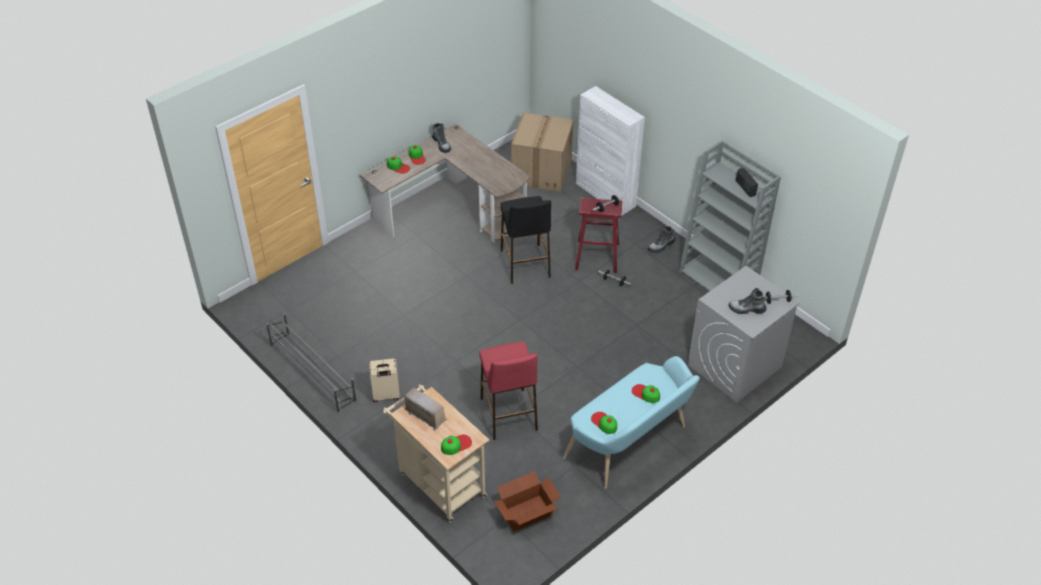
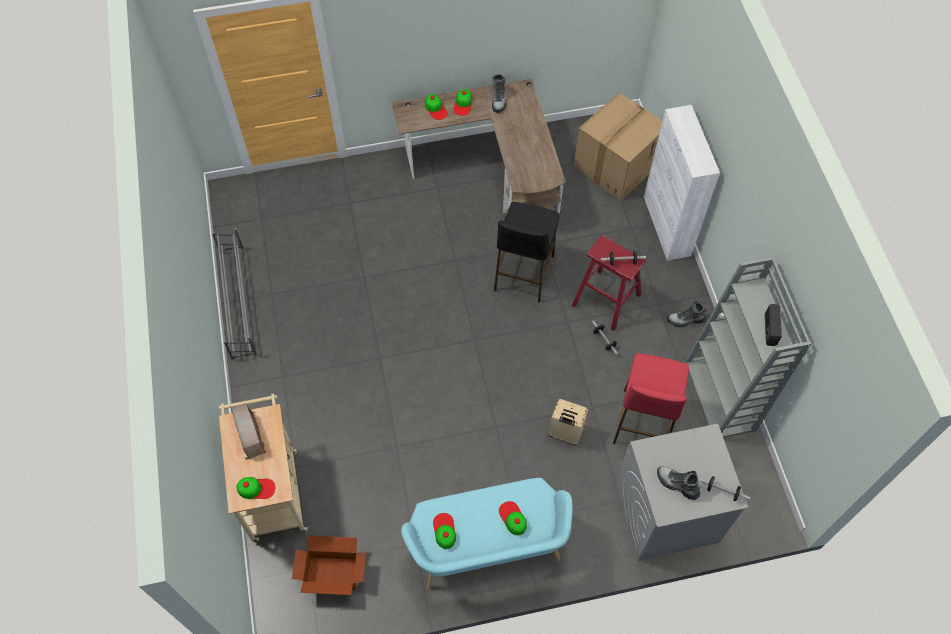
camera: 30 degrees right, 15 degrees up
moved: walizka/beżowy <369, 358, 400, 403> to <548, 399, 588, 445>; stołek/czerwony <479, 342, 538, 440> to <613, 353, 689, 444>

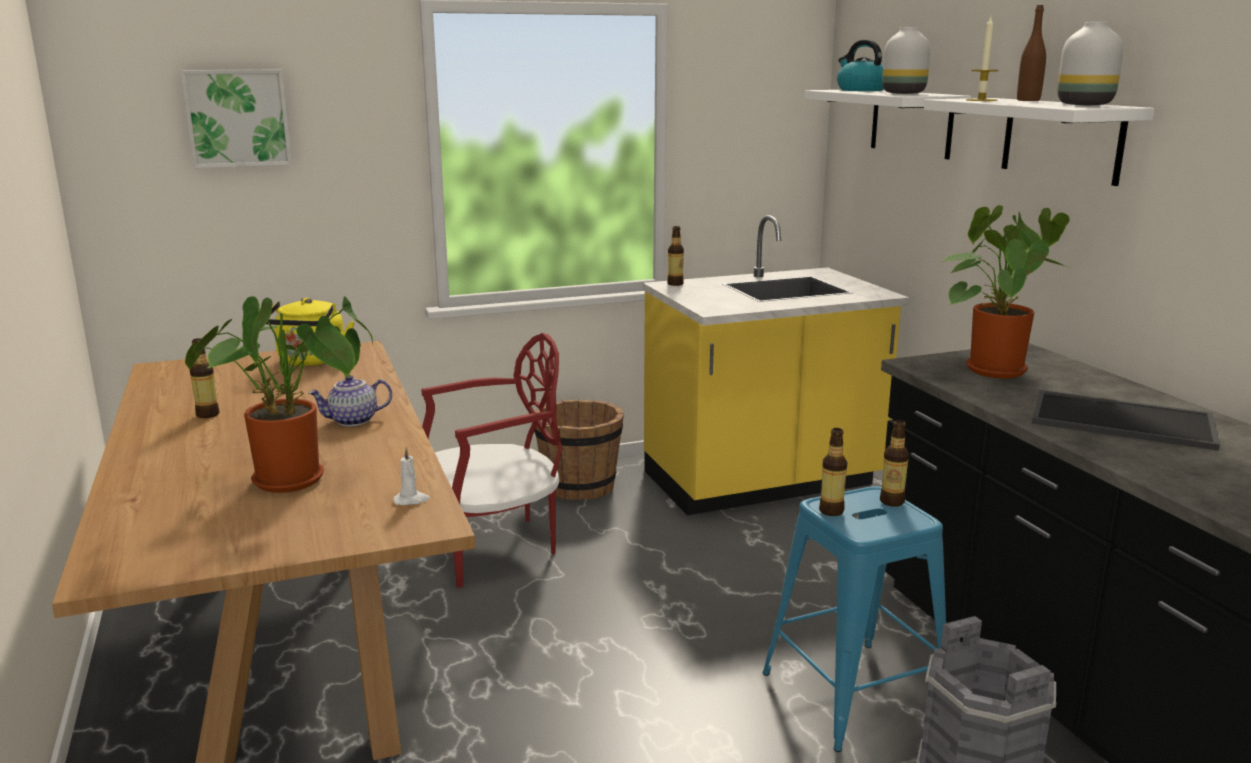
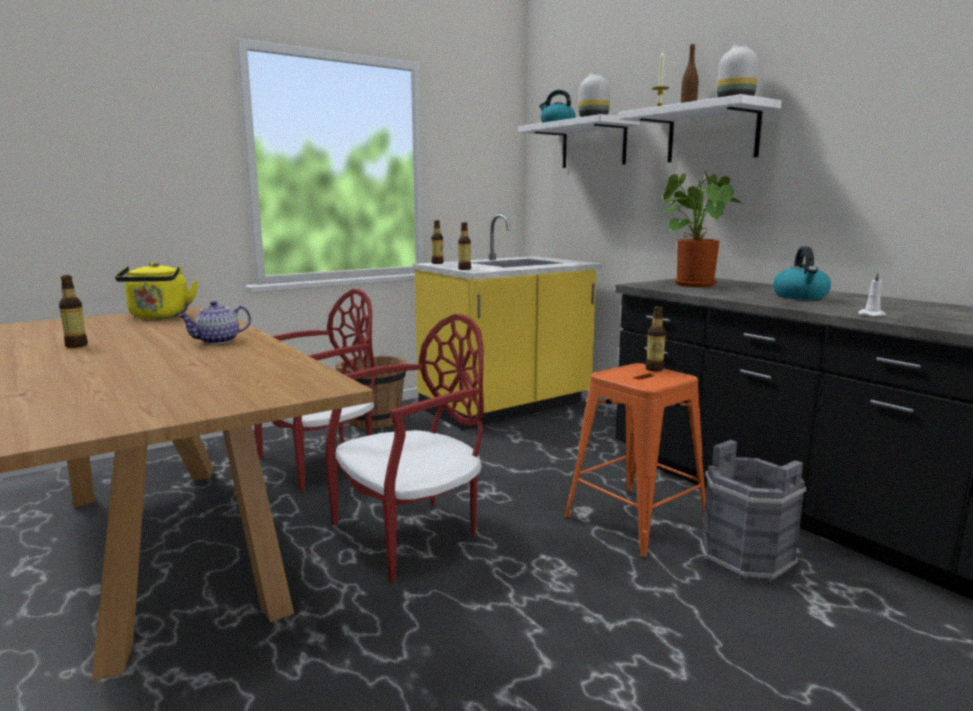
camera: 15 degrees left, 5 degrees down
removed: obraz <181, 70, 292, 168>; roślina doniczkowa <185, 296, 373, 493>
added: krzesło/czerwony <325, 314, 484, 583>
moved: butelka <819, 428, 847, 516> to <458, 222, 471, 270>; świeca/biały <393, 447, 430, 505> to <858, 272, 886, 317>
replaced: taca <1032, 390, 1220, 451> to czajnik <773, 247, 831, 300>
recoloured: stołek/niebieski <762, 486, 946, 752> to stołek/pomarańczowy <565, 363, 706, 558>

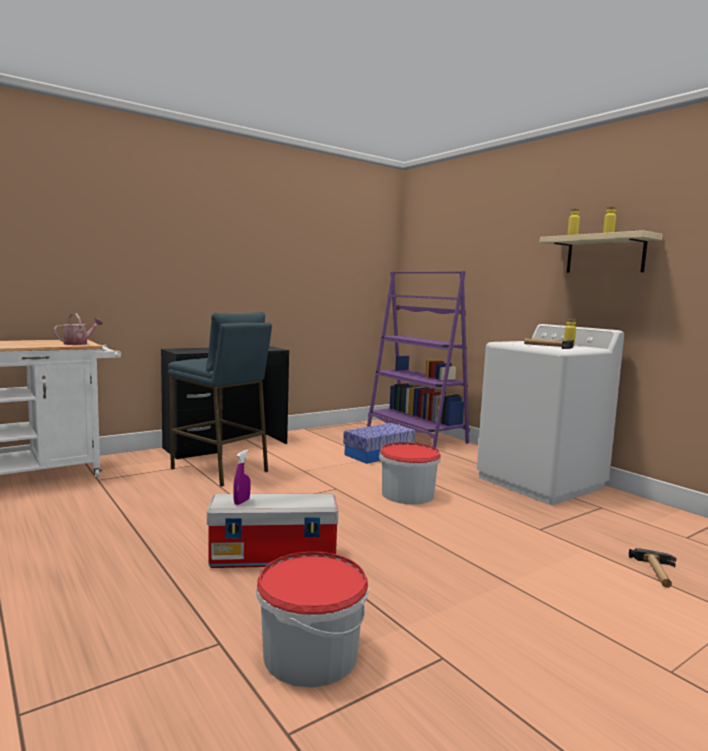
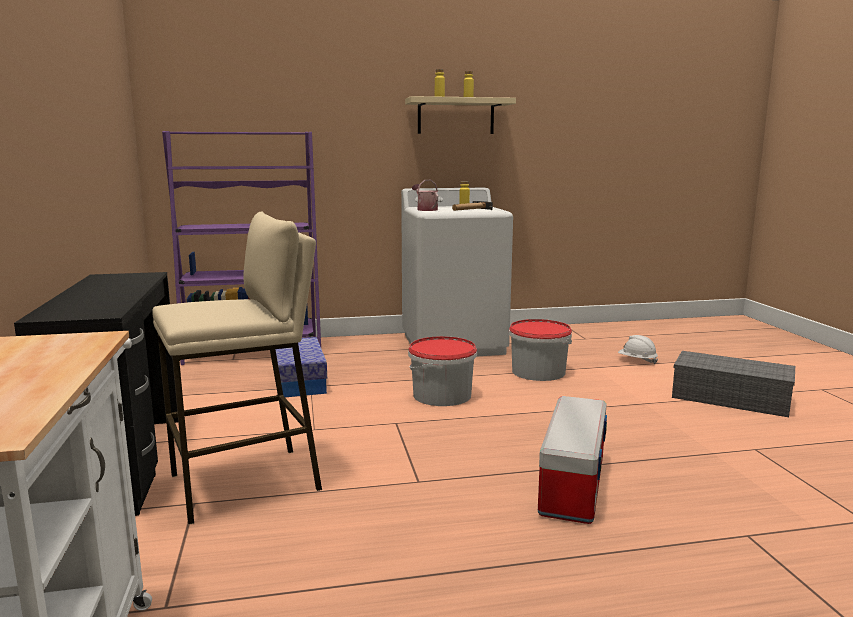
camera: 65 degrees left, 5 degrees up
removed: spryskiwacz/fioletowy <233, 450, 251, 505>
added: pojemnik do przechowywania/szary <672, 351, 795, 417>
moved: konewka <53, 313, 103, 345> to <412, 180, 438, 211>; wiadro <256, 552, 368, 687> to <509, 319, 572, 381>
replaced: młotek <629, 548, 676, 588> to kask/biały <618, 335, 658, 364>
recoloured: stołek/niebieski <168, 312, 272, 486> to stołek/beżowy <152, 211, 322, 525>

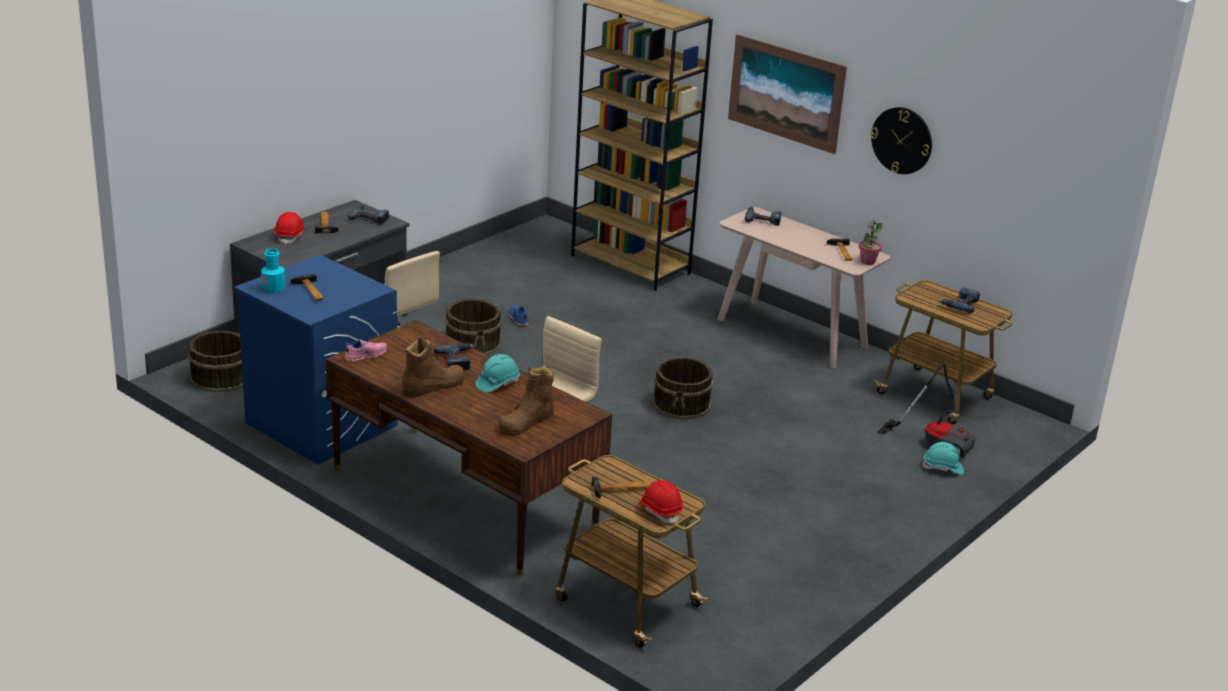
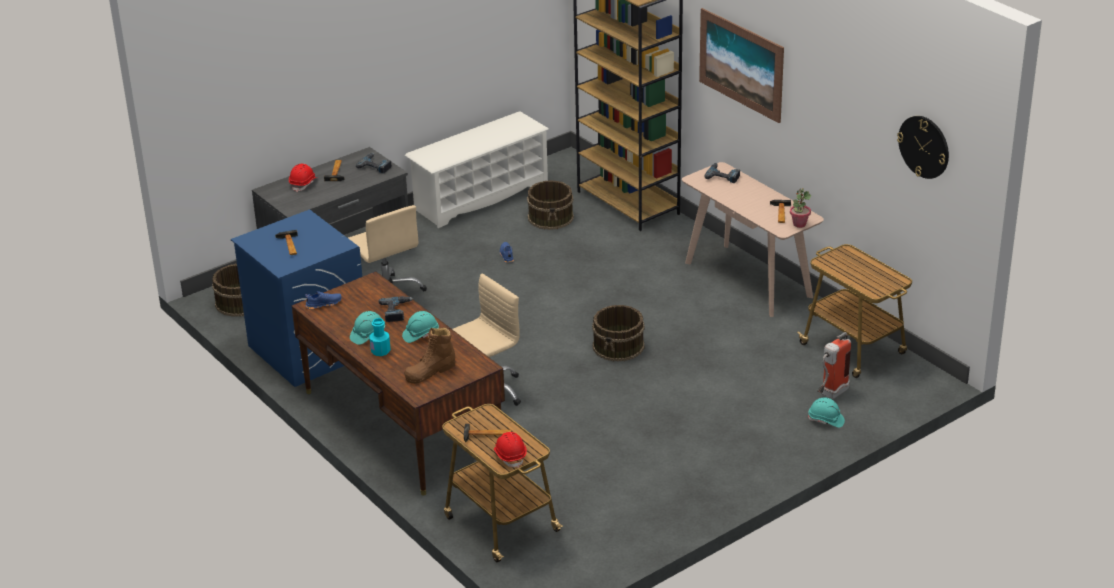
camera: 15 degrees right, 5 degrees up
removed: wiertarka <938, 288, 980, 313>
added: regał na buty/biały <405, 111, 549, 228>
moved: butelka/turkusowy <261, 248, 285, 293> to <369, 318, 391, 356>; wiadro/brązowy <445, 299, 502, 355> to <527, 180, 574, 230>; zegar ścienny <870, 107, 932, 174> to <897, 116, 949, 179>
replaced: but z cholewką/brązowy <402, 338, 465, 398> to kask/turkusowy <350, 311, 385, 345>; odkurzacz <877, 364, 976, 458> to gaśnica <817, 332, 851, 399>
recoloured: but/różowy <344, 339, 387, 362> to but/niebieski <305, 291, 342, 310>

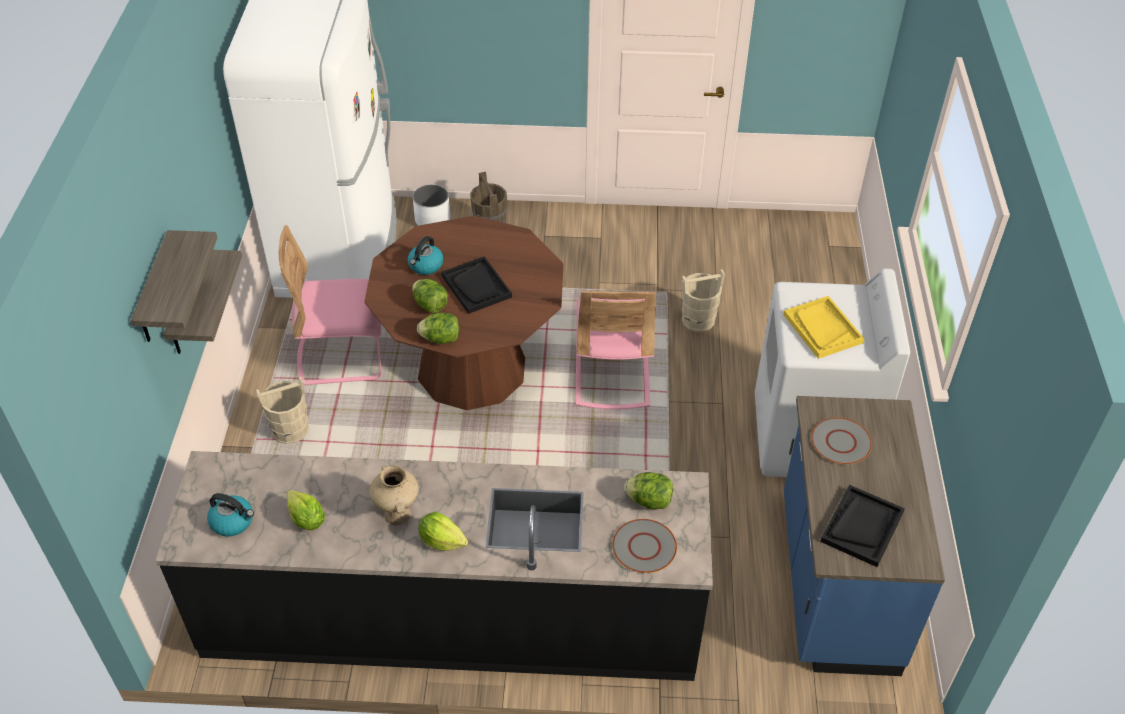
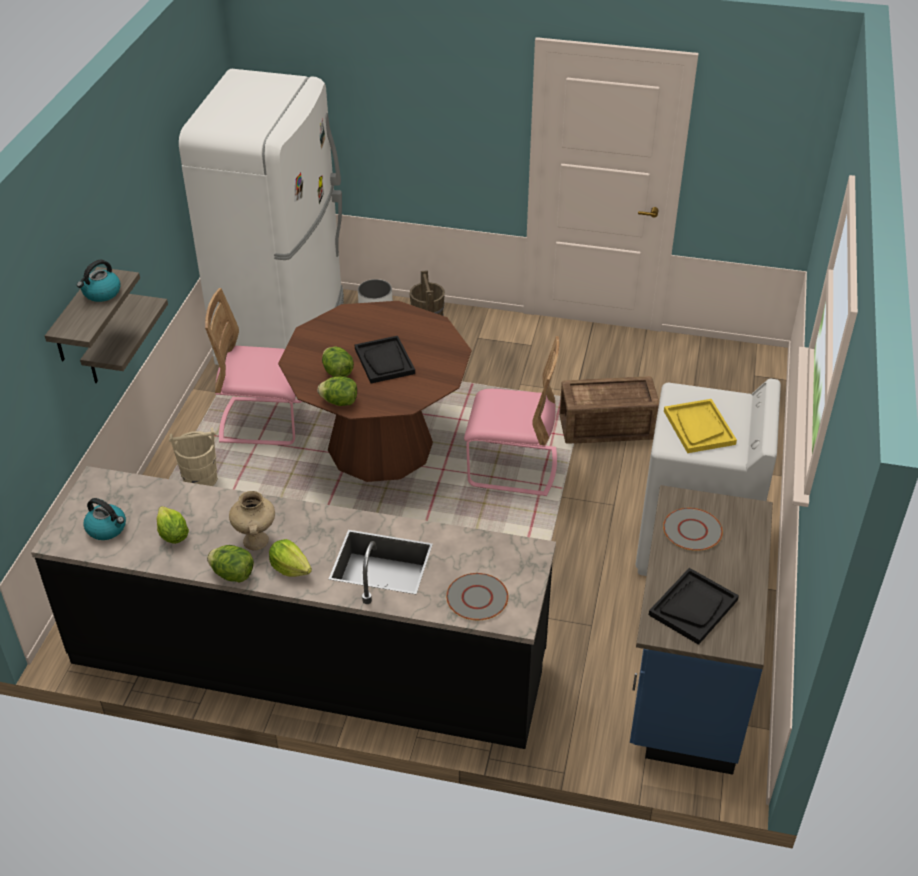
camera: 10 degrees right, 5 degrees down
moved: czajnik <408, 236, 444, 275> to <77, 260, 121, 302>; sałata <624, 472, 673, 509> to <207, 545, 254, 583>
replaced: wiadro/beżowy <681, 269, 725, 332> to skrzynka <559, 376, 659, 444>
turned: krzesło/różowy <576, 291, 656, 409> = <464, 336, 559, 496> 90 degrees counterclockwise

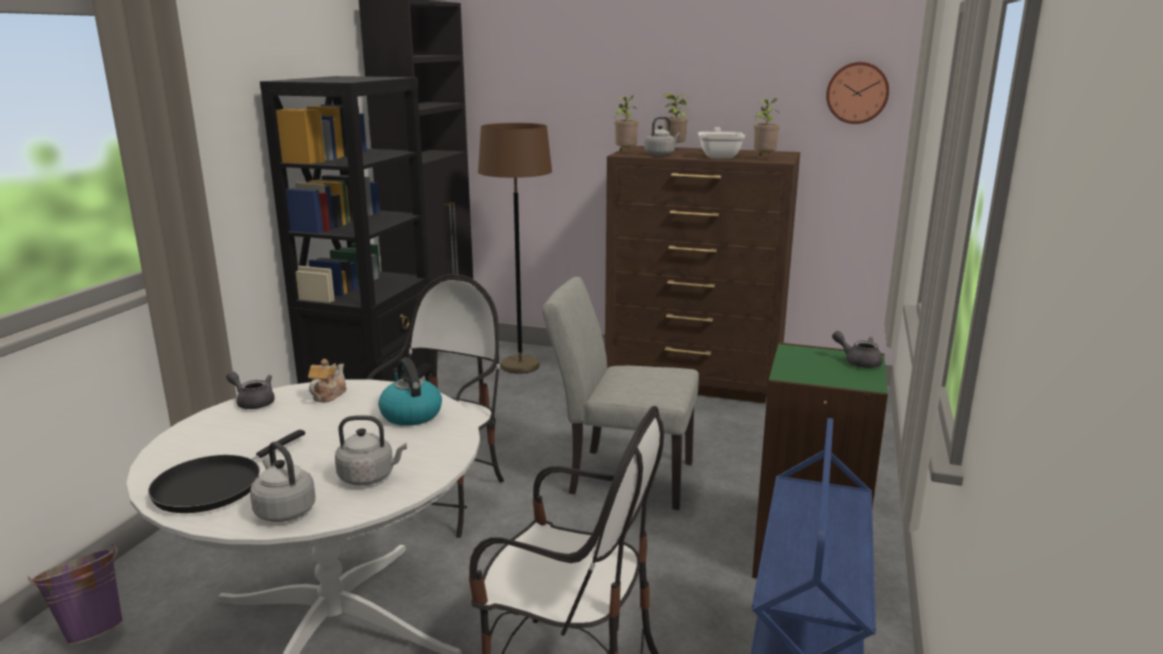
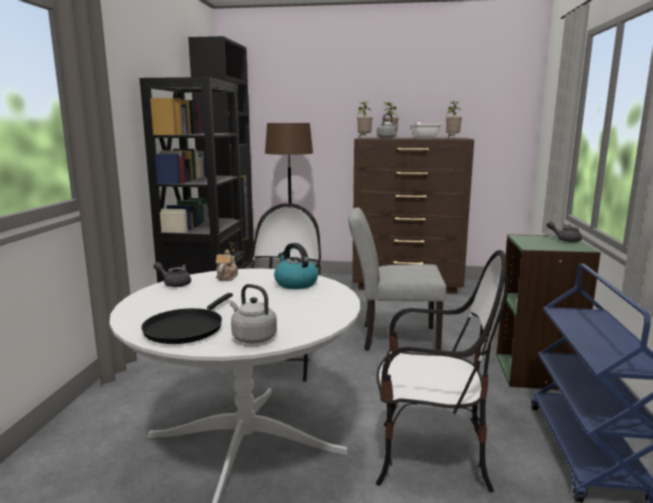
camera: 10 degrees left, 5 degrees down
removed: wiadro/fioletowy <28, 544, 124, 645>; czajnik/szary <335, 415, 407, 485>; zegar ścienny <826, 62, 889, 124>

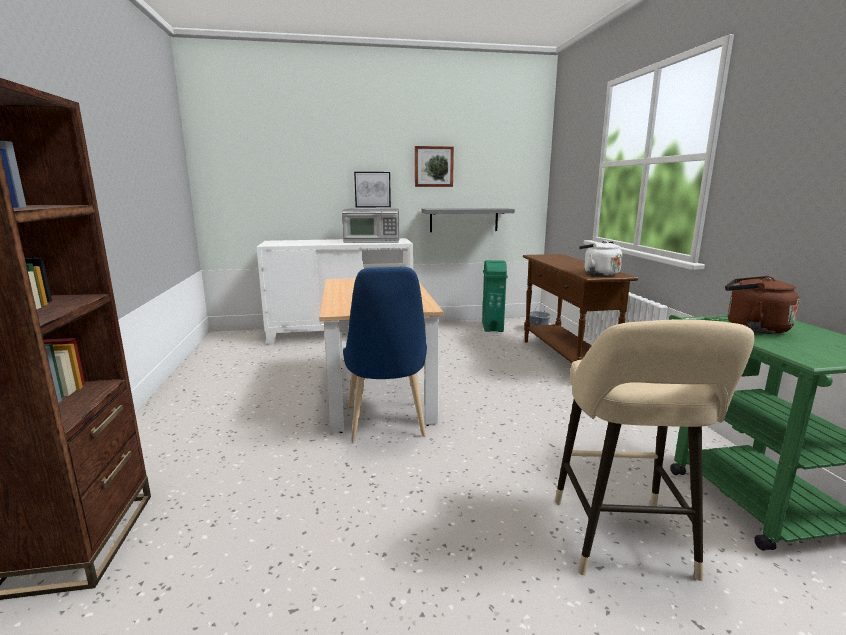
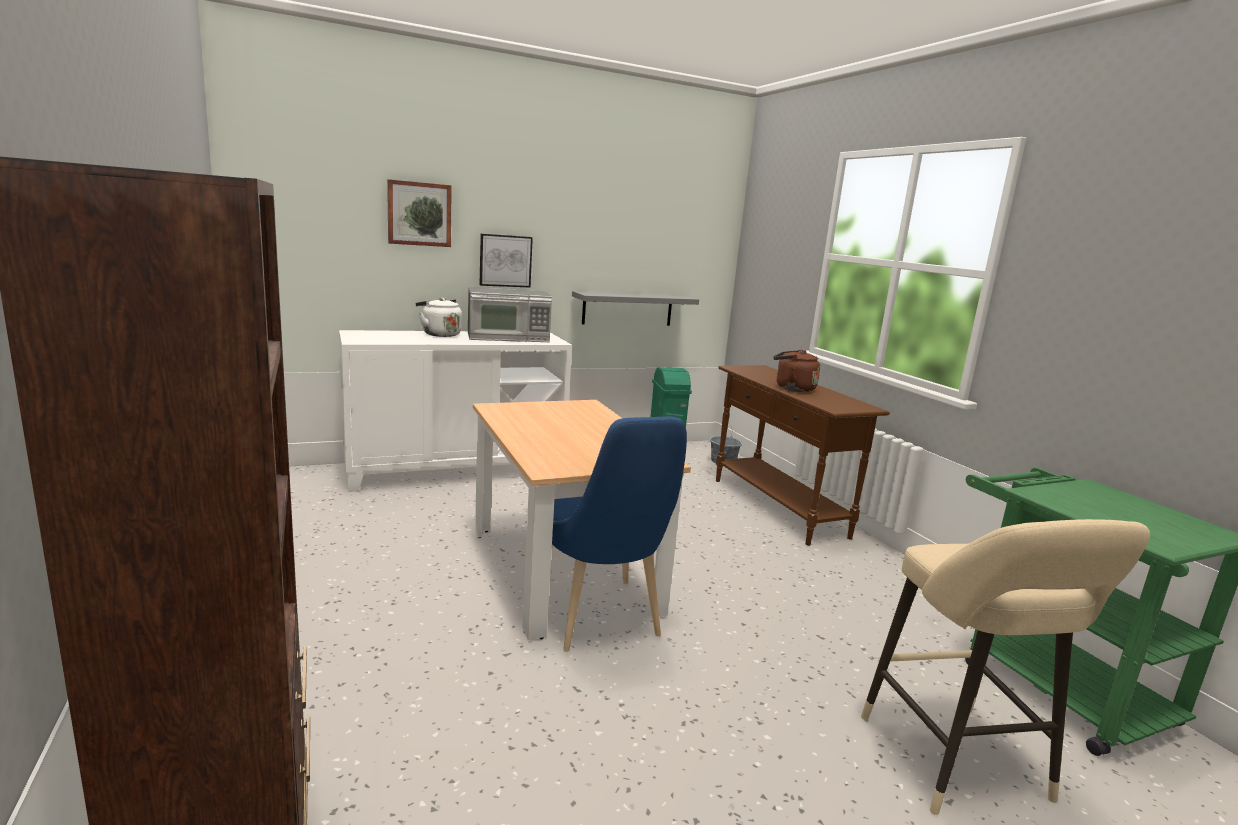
camera: 15 degrees left, 0 degrees up
moved: obraz <415, 146, 454, 187> to <387, 179, 452, 247>; czajnik/biały <579, 240, 622, 276> to <416, 298, 462, 337>; czajnik/brązowy <725, 276, 799, 334> to <773, 350, 820, 392>

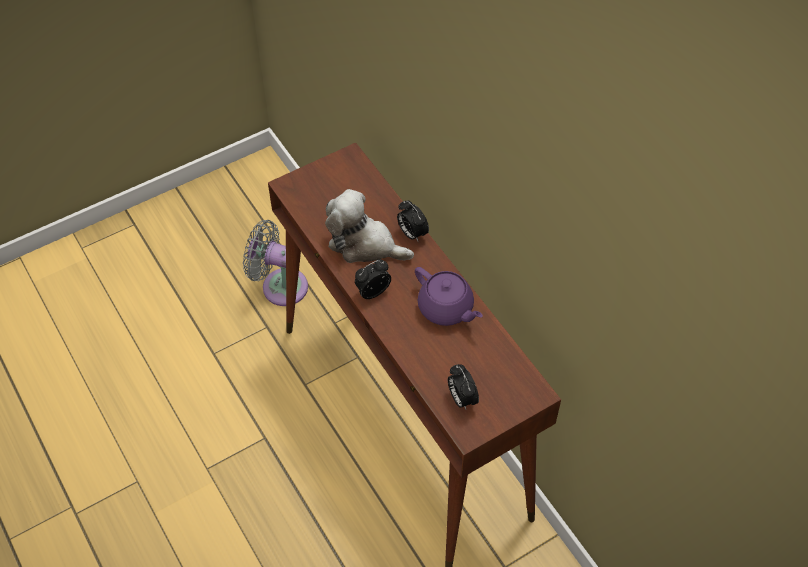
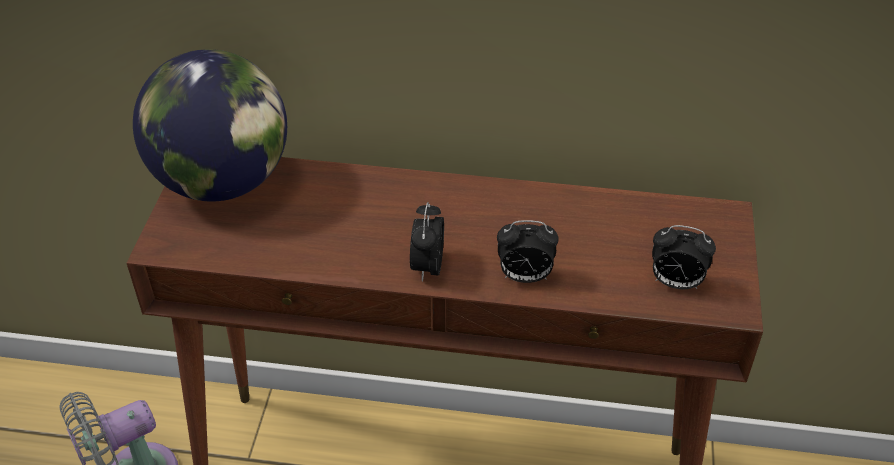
camera: 50 degrees left, 10 degrees down
removed: pluszak <325, 189, 414, 263>; imbryk/fioletowy <415, 267, 483, 326>
added: globus <133, 49, 287, 201>
moved: budzik <397, 200, 429, 241> to <497, 220, 559, 283>

